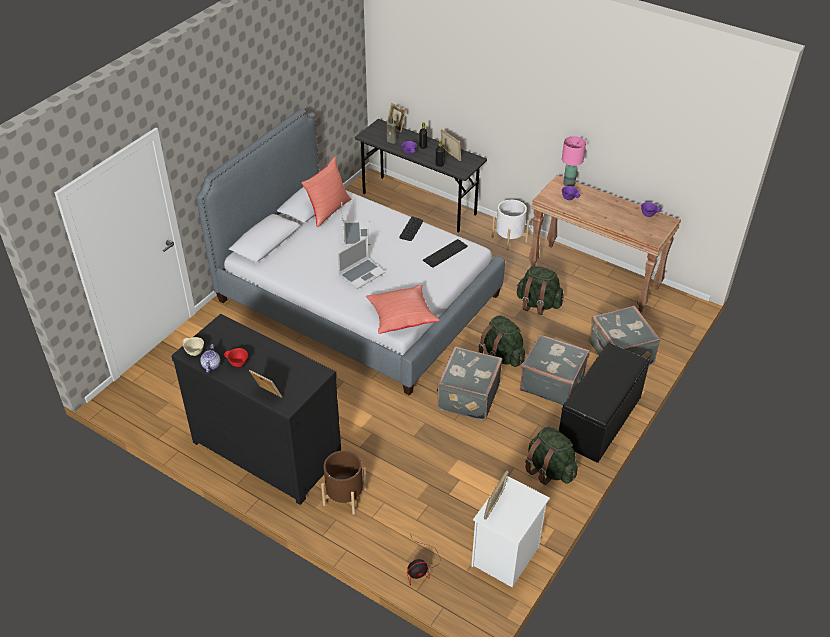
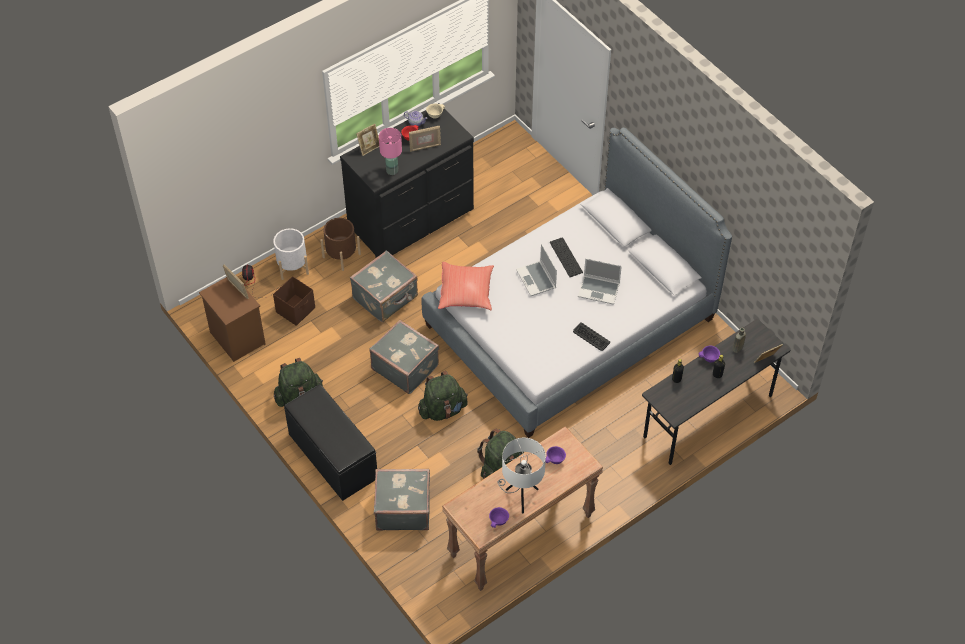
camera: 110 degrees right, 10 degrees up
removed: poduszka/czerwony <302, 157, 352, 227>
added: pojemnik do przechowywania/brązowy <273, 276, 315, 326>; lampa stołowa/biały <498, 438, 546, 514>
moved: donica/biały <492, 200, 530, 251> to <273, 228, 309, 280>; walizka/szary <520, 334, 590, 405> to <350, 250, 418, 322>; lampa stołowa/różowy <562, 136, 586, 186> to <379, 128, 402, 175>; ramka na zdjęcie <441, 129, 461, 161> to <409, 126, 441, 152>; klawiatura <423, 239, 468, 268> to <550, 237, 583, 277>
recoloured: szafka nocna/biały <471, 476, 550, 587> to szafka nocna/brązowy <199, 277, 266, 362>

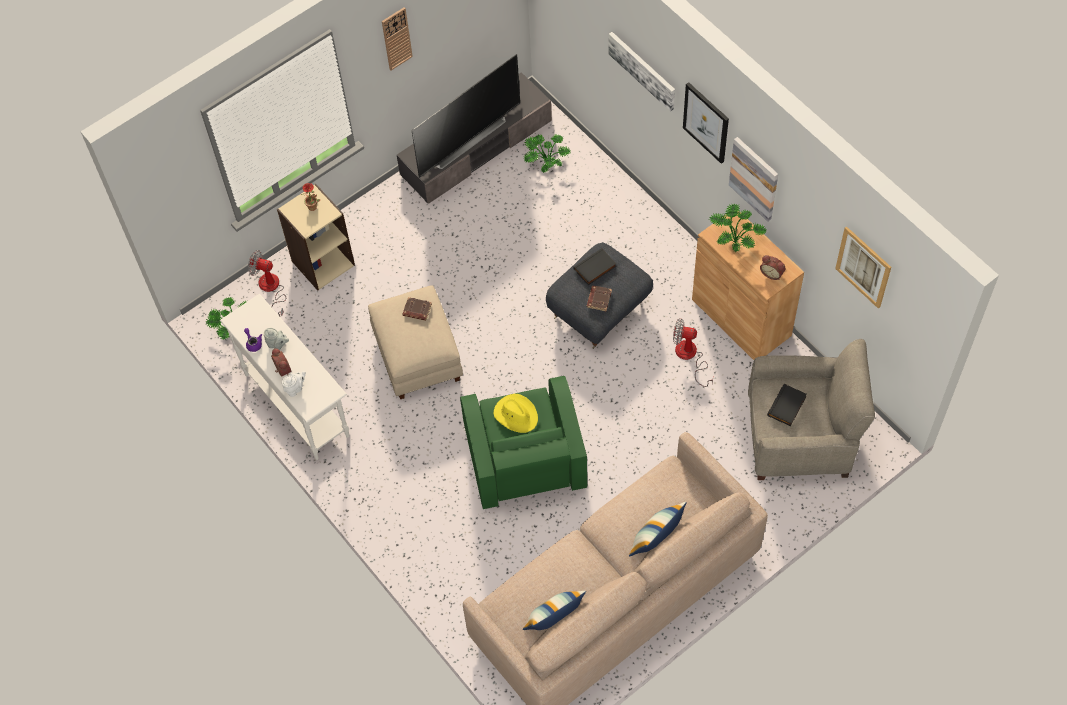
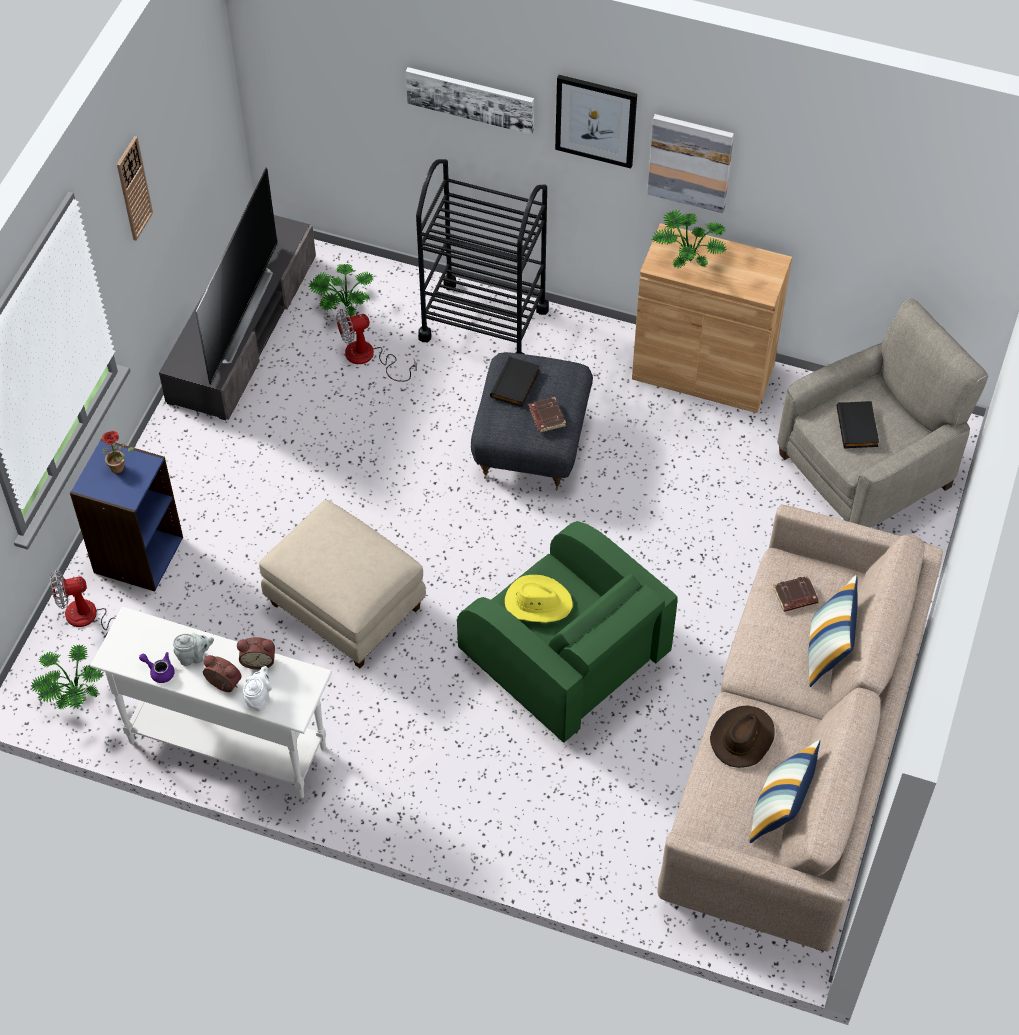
camera: 35 degrees left, 5 degrees down
removed: obraz <835, 226, 891, 309>
added: wózek/czarny <416, 159, 549, 354>; kapelusz/brązowy <710, 705, 775, 768>
moved: budzik <760, 255, 786, 280> to <237, 637, 275, 669>; wentylator <673, 318, 713, 387> to <336, 309, 417, 382>; książka/brązowy <402, 297, 432, 321> to <773, 576, 819, 612>
recoloured: regał/beżowy <277, 184, 355, 290> to regał/niebieski <70, 438, 183, 592>

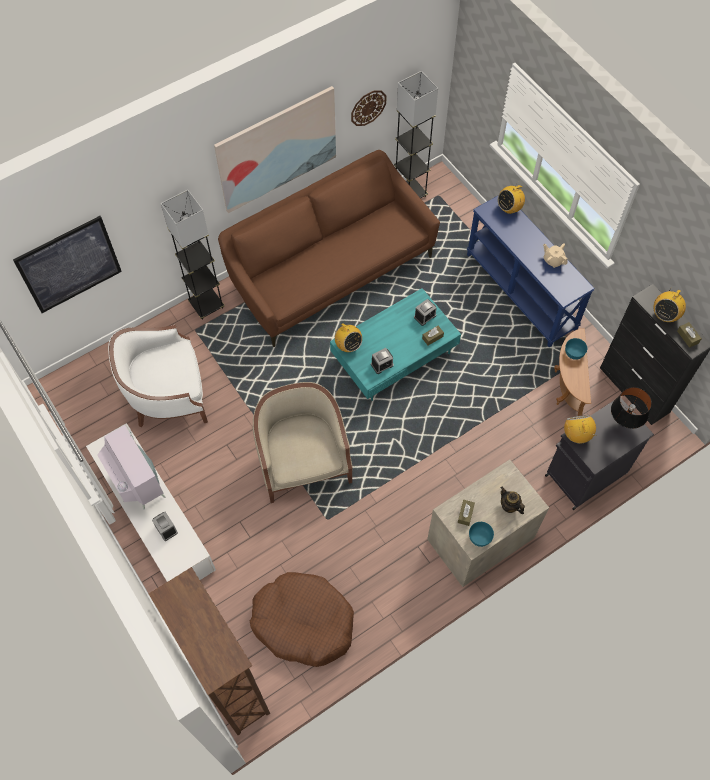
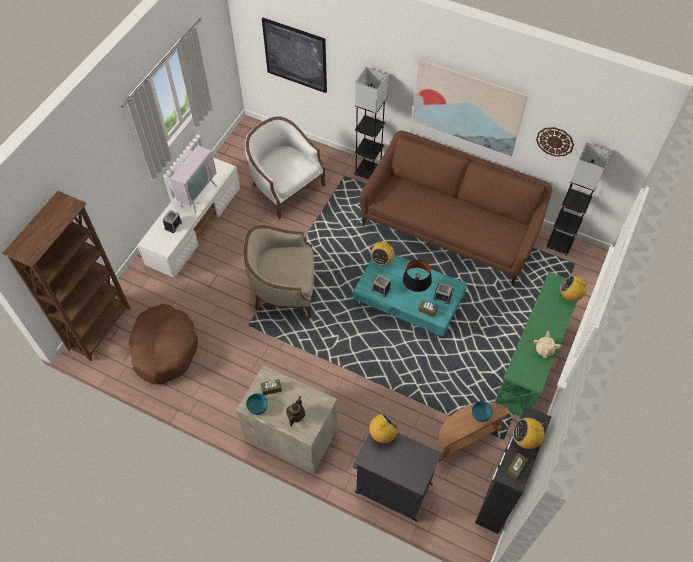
camera: 60 degrees right, 5 degrees down
moved: lampa stołowa/czarny <611, 387, 652, 429> to <403, 260, 432, 292>
recoloured: stolik konsolowy/niebieski <467, 196, 595, 347> to stolik konsolowy/zielony <494, 272, 577, 417>
turned: fotel/beżowy <253, 382, 353, 503> = <243, 225, 314, 318> 135 degrees counterclockwise

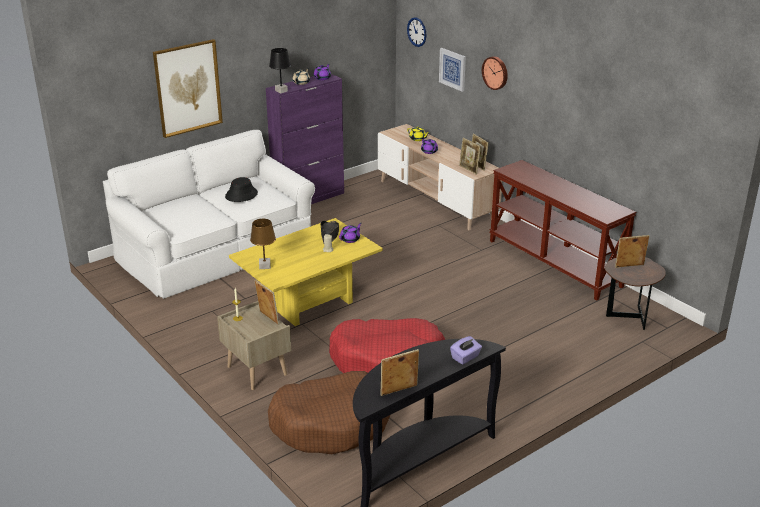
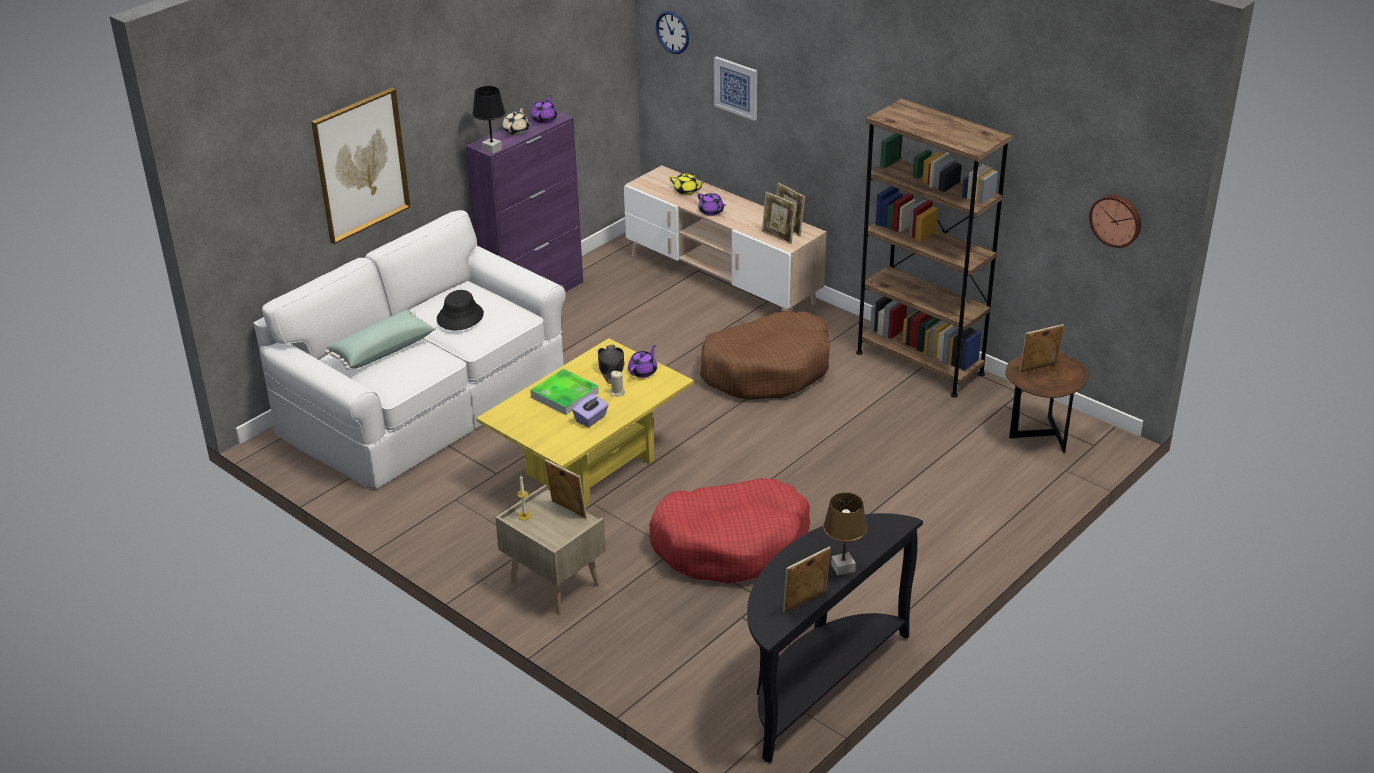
camera: 10 degrees left, 5 degrees up
added: poduszka/zielony <325, 310, 436, 370>; taca <530, 369, 599, 415>
moved: pudełko chusteczek/fioletowy <450, 336, 482, 364> to <572, 394, 609, 427>; legowisko/brązowy <268, 371, 390, 454> to <700, 311, 830, 400>; lampa stołowa/brązowy <250, 219, 276, 269> to <823, 492, 867, 576>; zegar ścienny <482, 56, 508, 90> to <1089, 195, 1141, 248>
replaced: stolik konsolowy/brązowy <489, 160, 637, 301> to regał/brązowy <856, 99, 1012, 397>

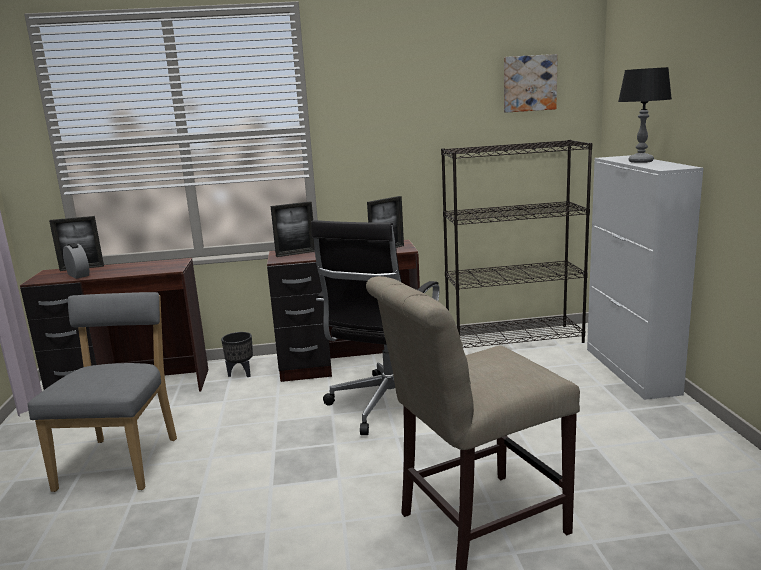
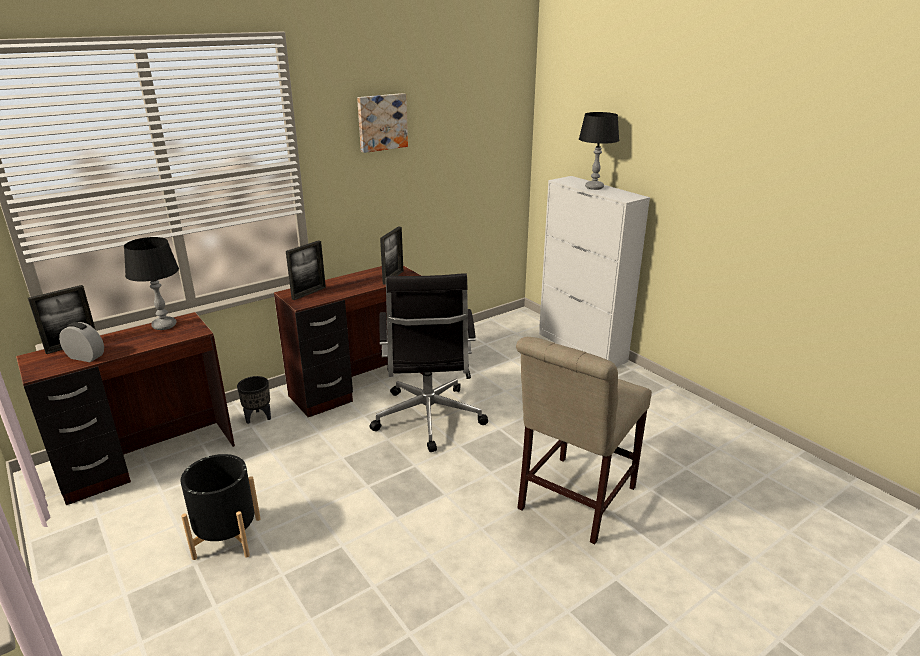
camera: 30 degrees left, 10 degrees up
removed: regał/czarny <441, 140, 592, 348>
added: lampa stołowa/czarny <124, 237, 179, 330>
moved: obraz <504, 54, 558, 112> to <357, 93, 408, 153>
replaced: krzesło/szary <28, 292, 177, 492> to donica/czarny <181, 454, 261, 560>

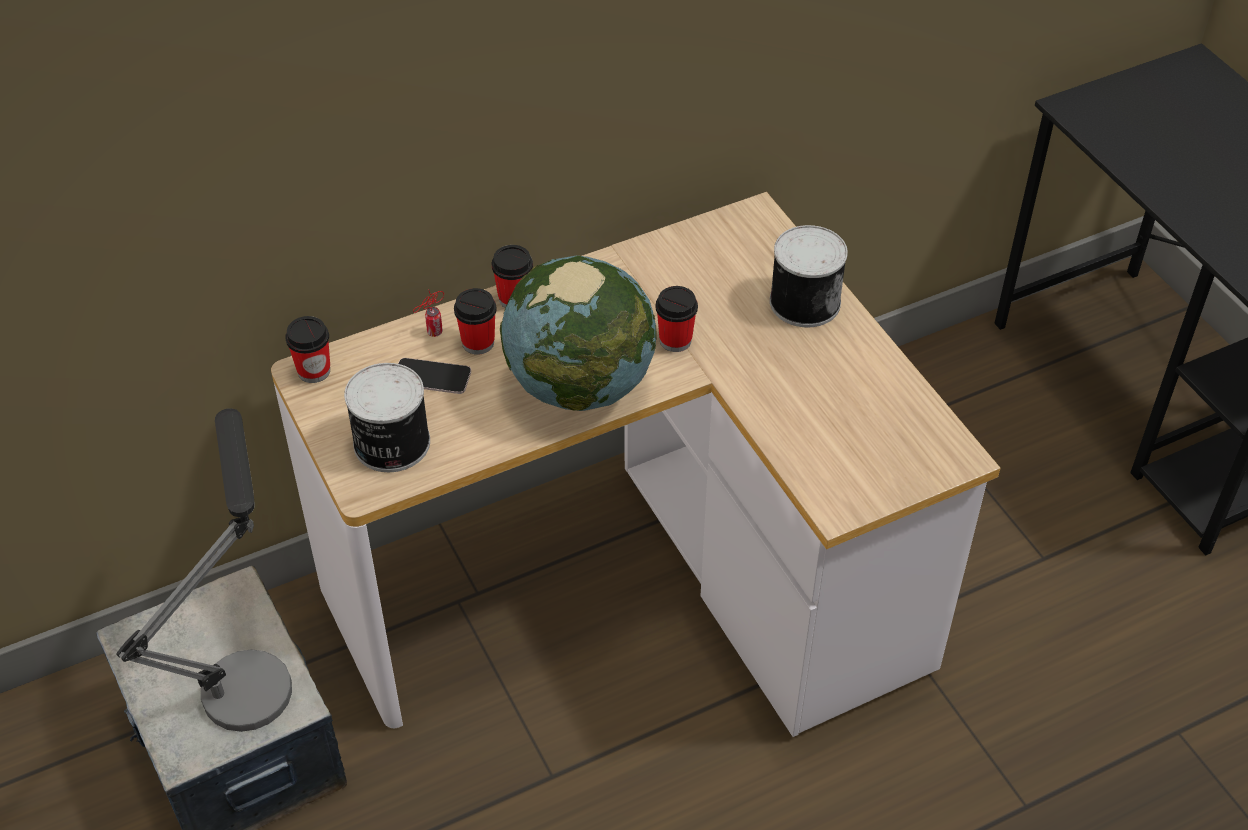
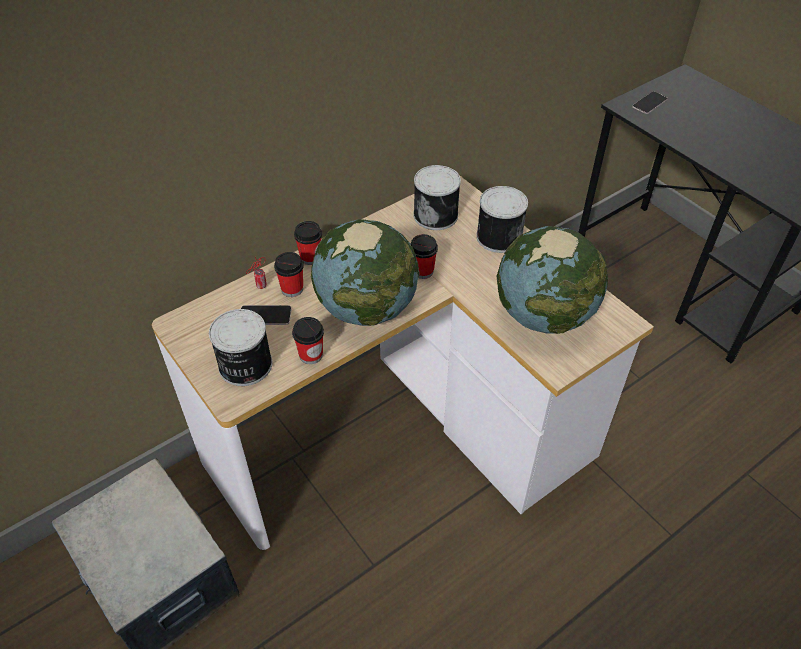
camera: 10 degrees left, 0 degrees up
removed: lampa stołowa <117, 408, 292, 732>
added: puszka <413, 165, 461, 230>; globus <497, 226, 608, 334>; telefon <632, 91, 668, 114>
moved: filiżanka <285, 316, 330, 383> to <292, 317, 324, 364>

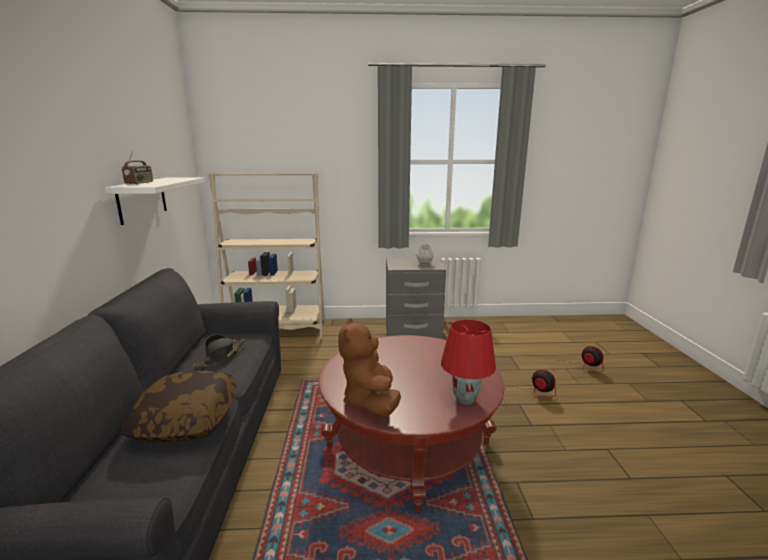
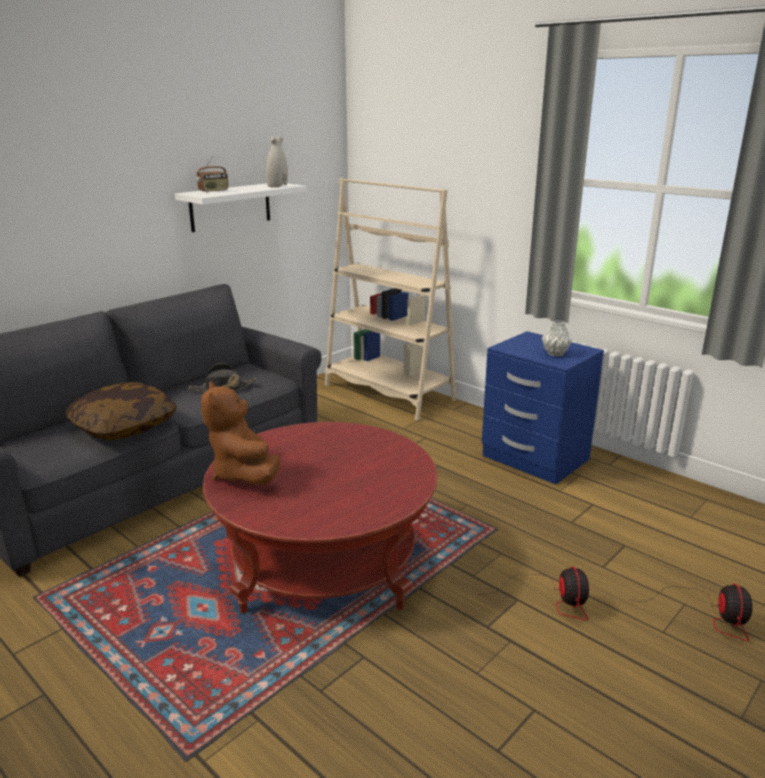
camera: 45 degrees right, 5 degrees up
removed: lampa stołowa/czerwony <441, 320, 496, 405>
added: wazon/biały <266, 137, 288, 188>
recoloured: szafka nocna/szary <386, 257, 446, 339> to szafka nocna/niebieski <482, 331, 604, 484>
turned: pluszak/brązowy <338, 318, 401, 416> = <201, 381, 280, 484> 60 degrees counterclockwise

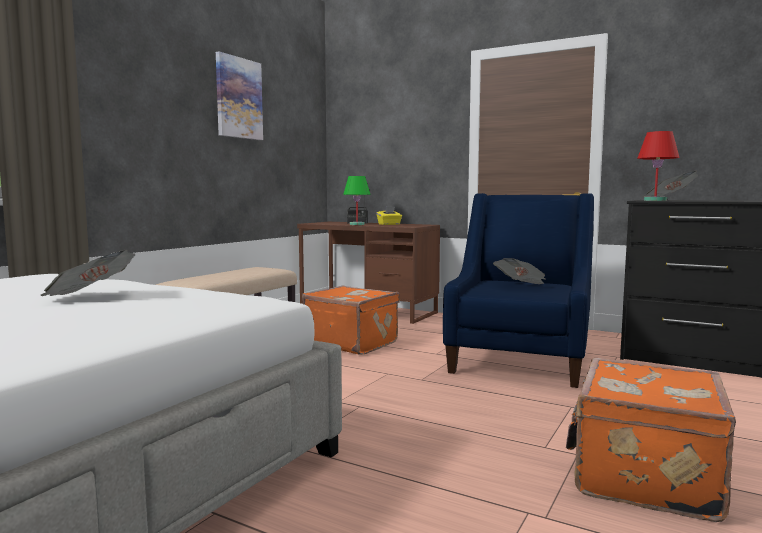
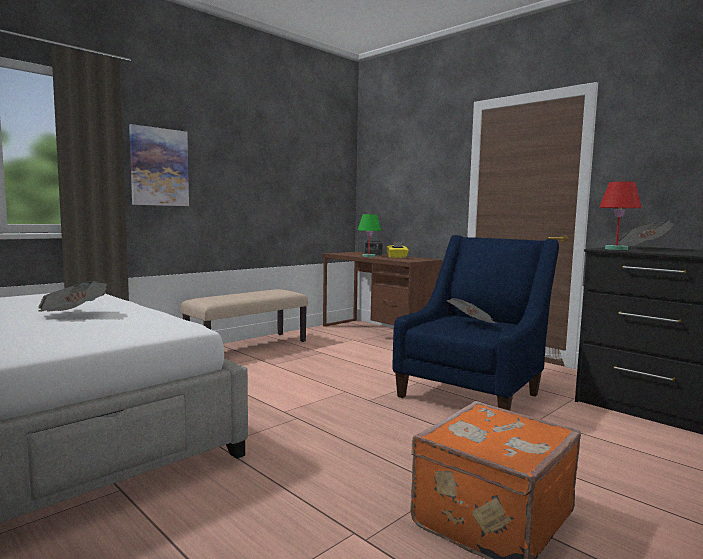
camera: 15 degrees right, 0 degrees up
removed: walizka/pomarańczowy <302, 286, 400, 355>
moved: obraz <216, 51, 263, 140> to <129, 124, 189, 206>

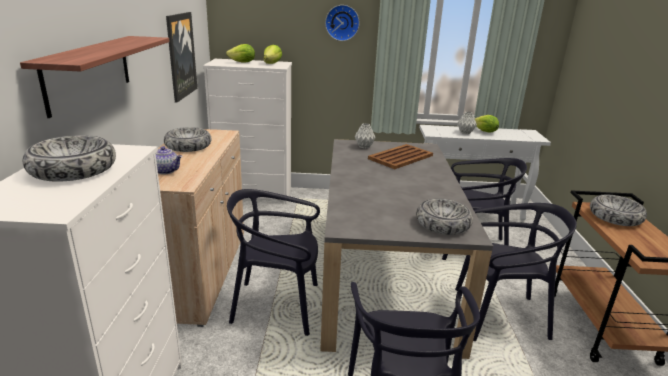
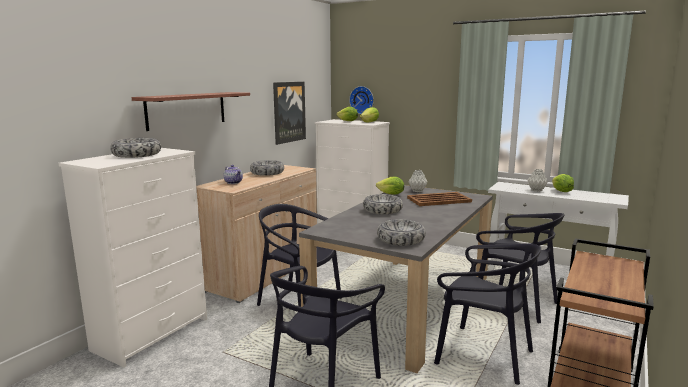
camera: 30 degrees right, 10 degrees down
added: sałata <376, 177, 404, 194>
moved: zegar ścienny <325, 5, 360, 41> to <349, 86, 374, 114>; miska <590, 194, 647, 226> to <363, 194, 403, 214>

